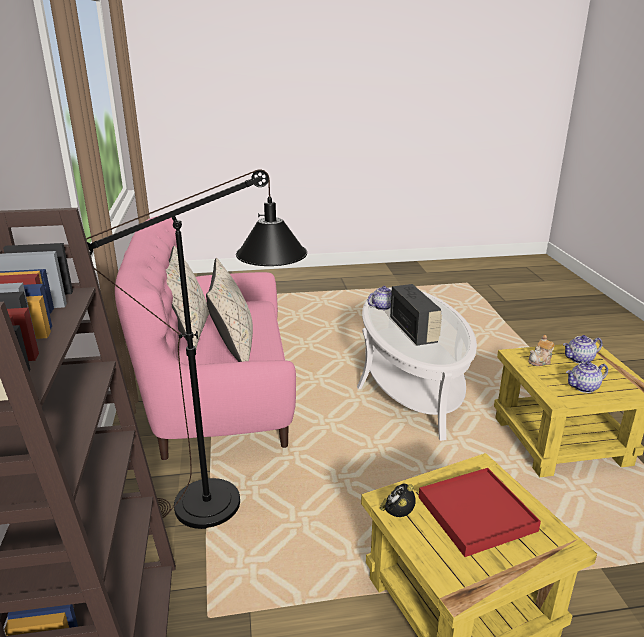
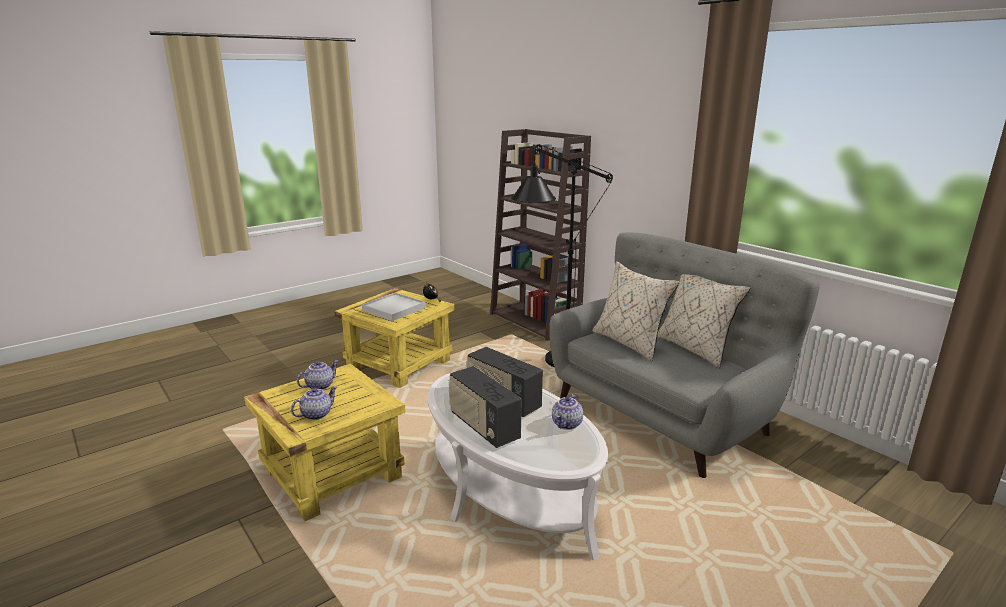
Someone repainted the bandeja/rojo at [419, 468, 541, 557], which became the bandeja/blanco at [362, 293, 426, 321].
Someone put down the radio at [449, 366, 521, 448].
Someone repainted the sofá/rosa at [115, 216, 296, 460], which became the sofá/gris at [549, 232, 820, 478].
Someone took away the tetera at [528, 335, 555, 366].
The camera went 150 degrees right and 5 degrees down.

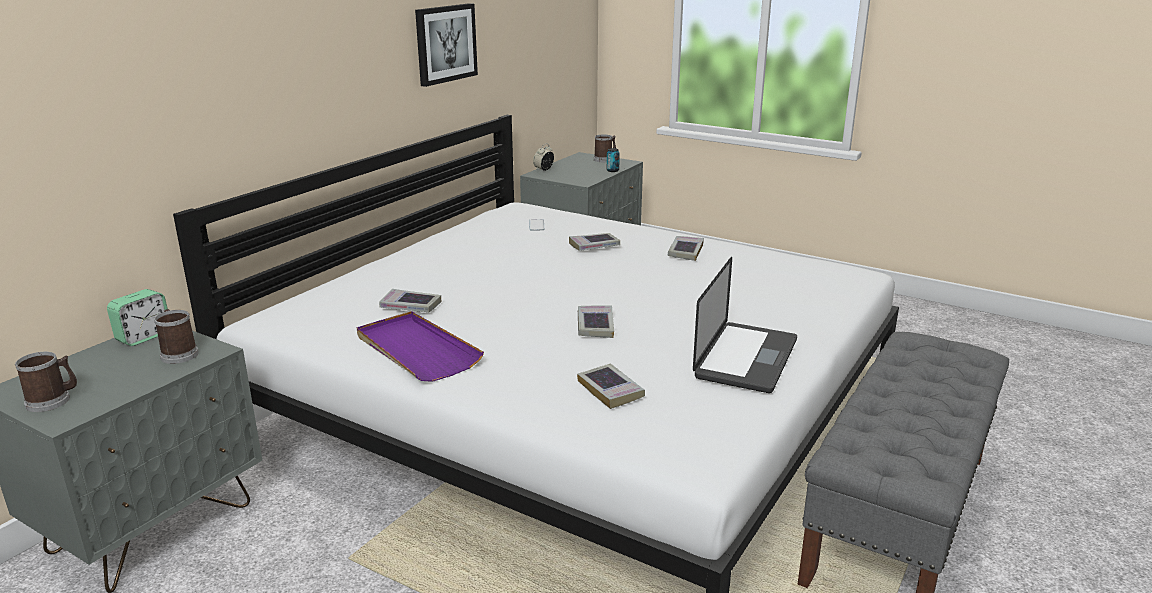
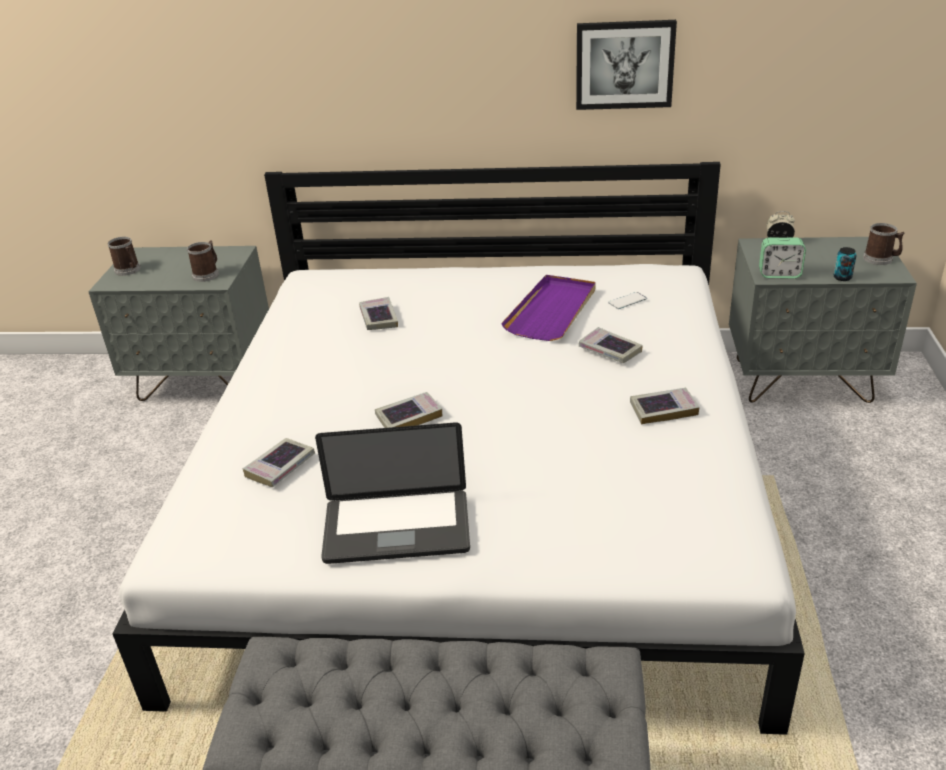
Someone carried the bandeja/morado from [357, 311, 484, 382] to [501, 275, 596, 341].
Someone carried the despertador from [107, 289, 168, 346] to [759, 237, 806, 279].
The camera went 65 degrees right and 10 degrees up.

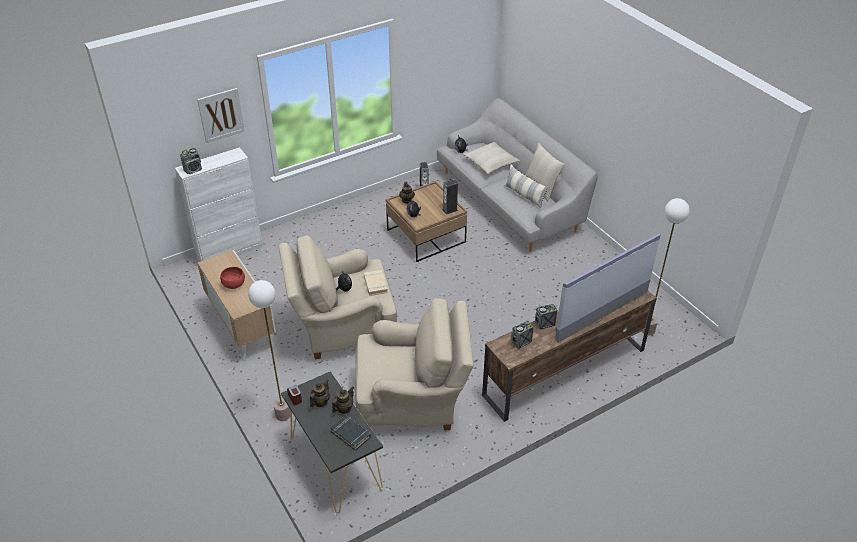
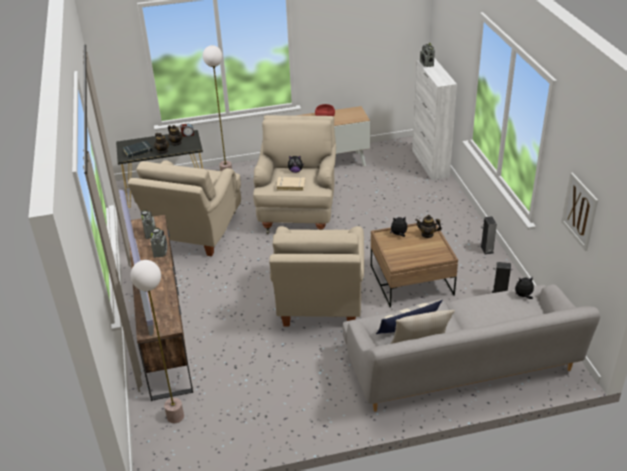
Someone put down the sillón/beis at [269, 226, 364, 327].
Someone carried the altavoz from [442, 179, 458, 215] to [481, 216, 497, 255].
Someone carried the cuadro from [197, 88, 245, 143] to [561, 172, 598, 251].
Someone took away the cojín/beis at [463, 142, 520, 174].
The camera went 110 degrees right and 5 degrees down.

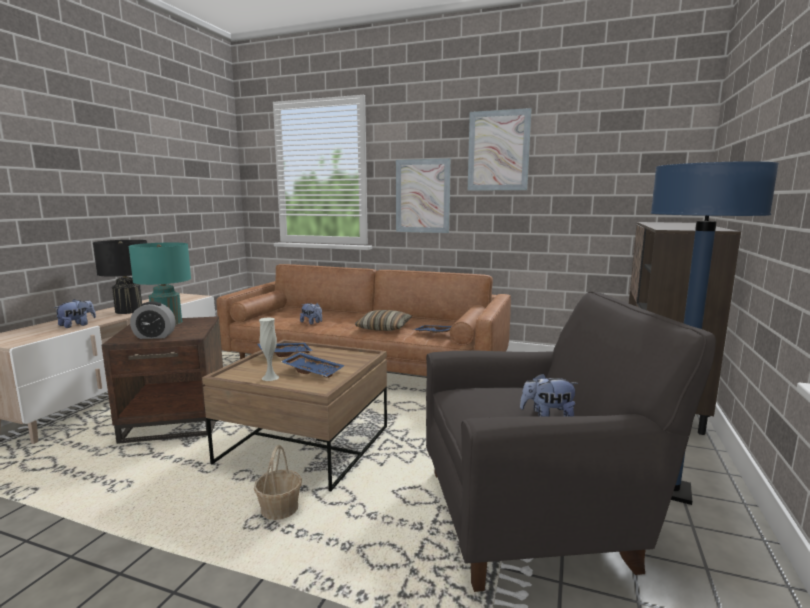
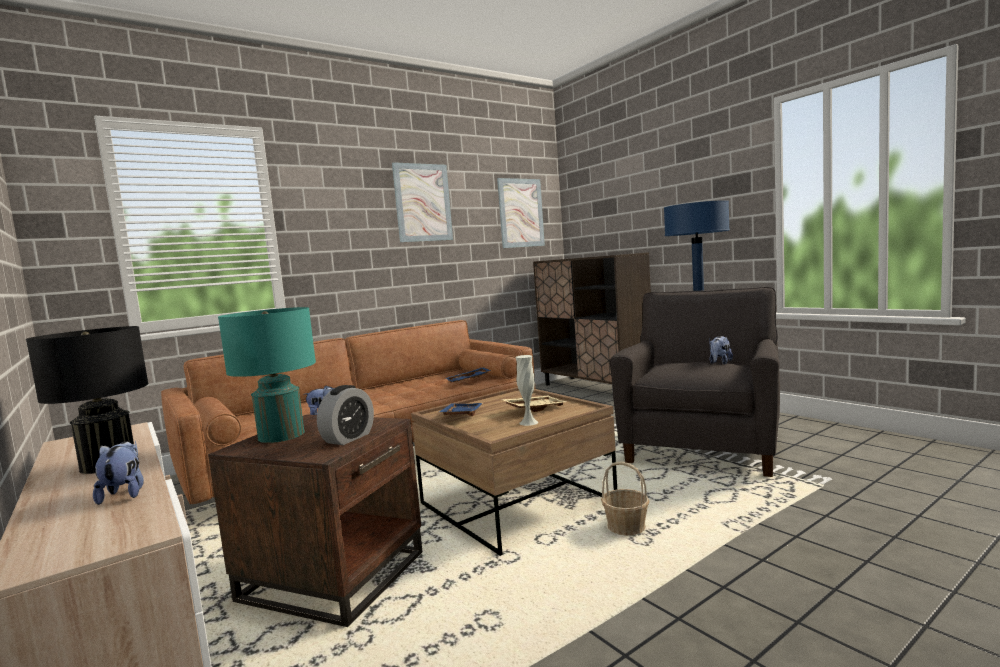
Someone carried the cuadro from [396, 158, 451, 233] to [497, 178, 545, 248].
Someone repainted the bandeja/azul at [281, 352, 345, 378], which became the bandeja/beis at [501, 395, 566, 412].
Someone took away the cojín at [355, 310, 412, 331].
The camera went 55 degrees left and 5 degrees down.

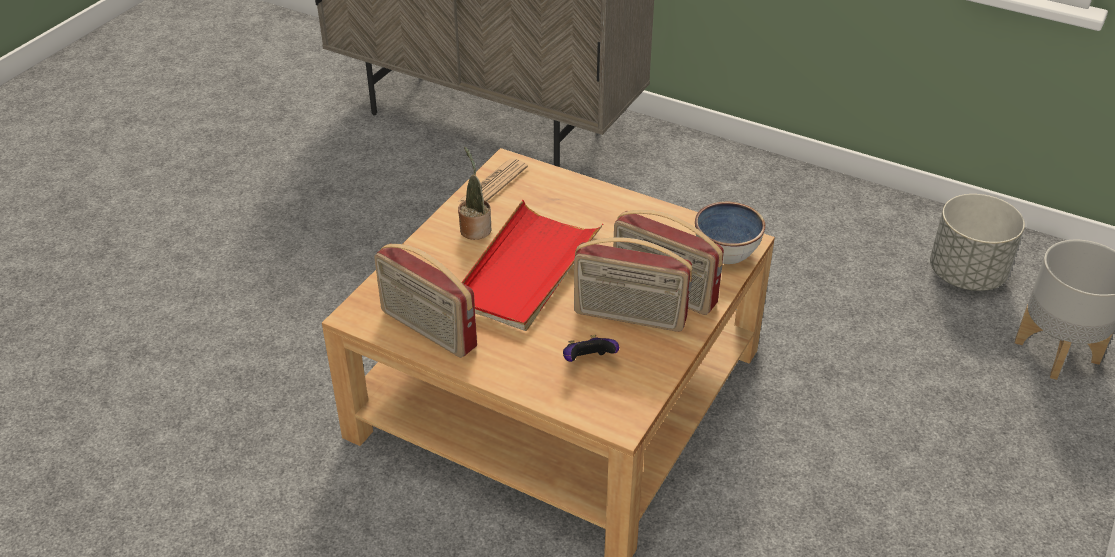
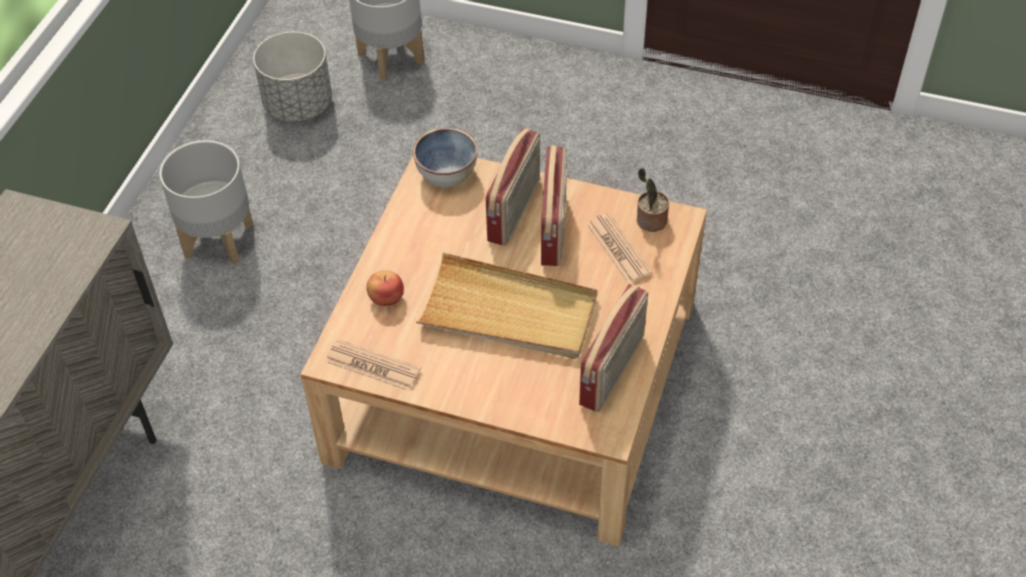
Someone put down the maceta/gris at [159, 140, 254, 265].
Someone put down the manzana at [366, 270, 404, 306].
Someone repainted the bandeja/rojo at [461, 200, 603, 331], which became the bandeja/beis at [416, 253, 597, 359].
Someone swapped the mando de consola at [563, 335, 619, 362] for the periódico at [587, 213, 652, 284].
Someone carried the planta en maceta from [458, 147, 492, 240] to [637, 168, 669, 232].
The camera went 100 degrees left and 10 degrees up.

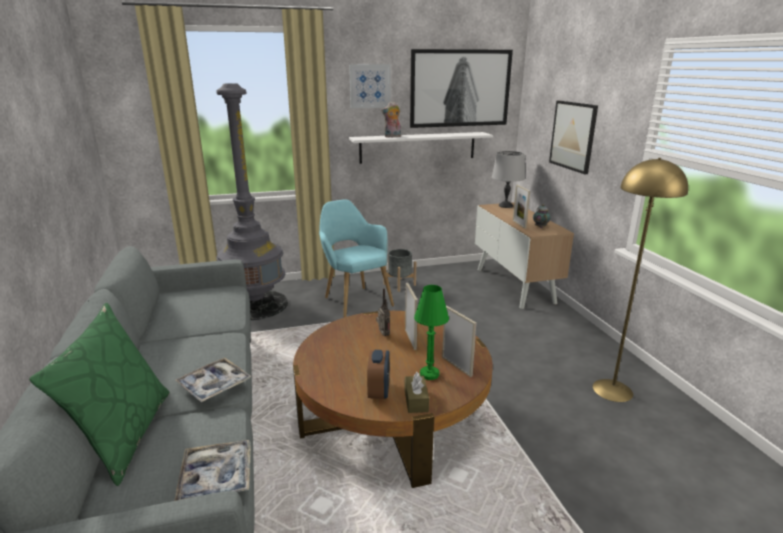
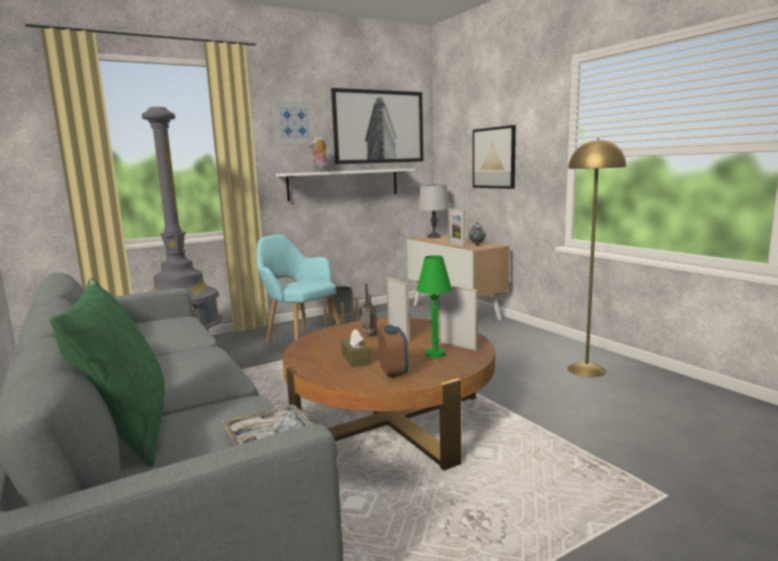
Someone carried the caja de pañuelos/marrón from [405, 372, 429, 413] to [341, 329, 371, 367].
Someone took away the bandeja at [175, 357, 251, 403].
The camera went 15 degrees left and 10 degrees down.

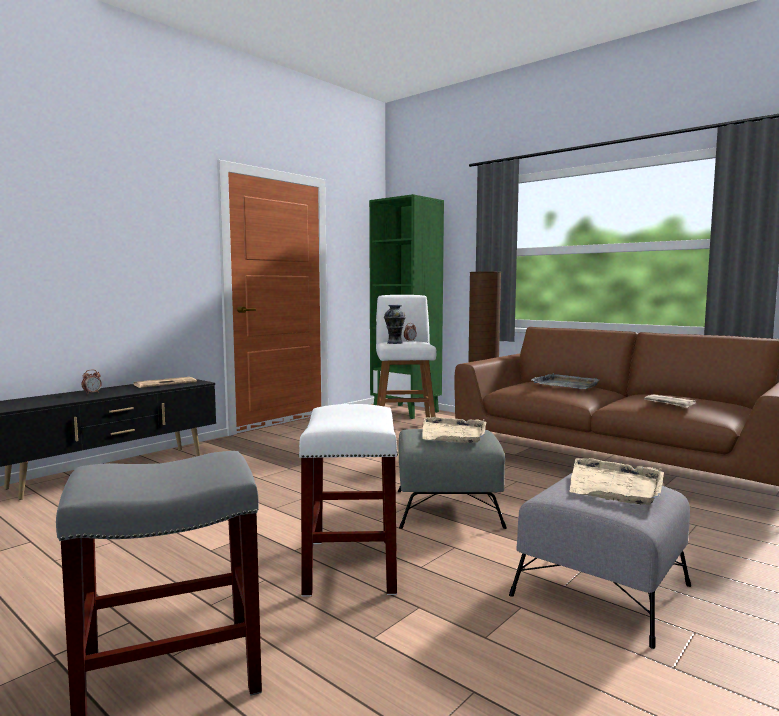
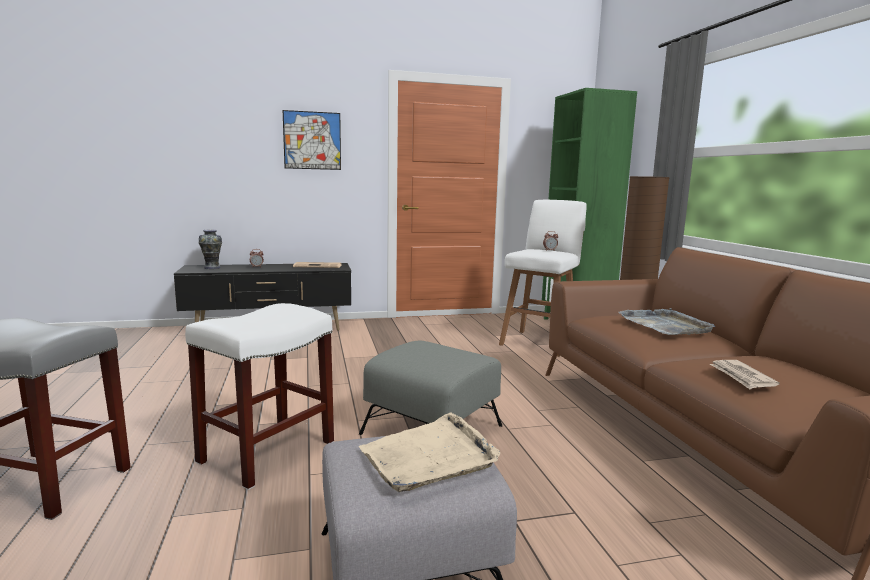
Someone carried the florero from [384, 305, 406, 344] to [198, 230, 222, 269].
Someone put up the cuadro at [283, 110, 341, 170].
Someone took away the bandeja/beis at [422, 417, 486, 443].
The camera went 35 degrees right and 5 degrees up.

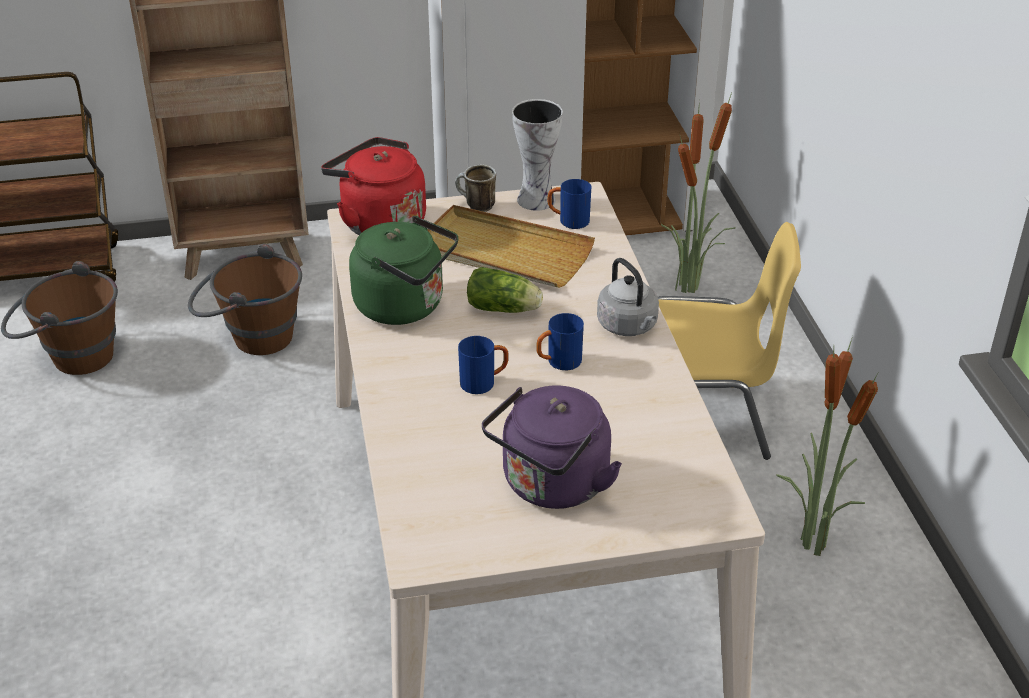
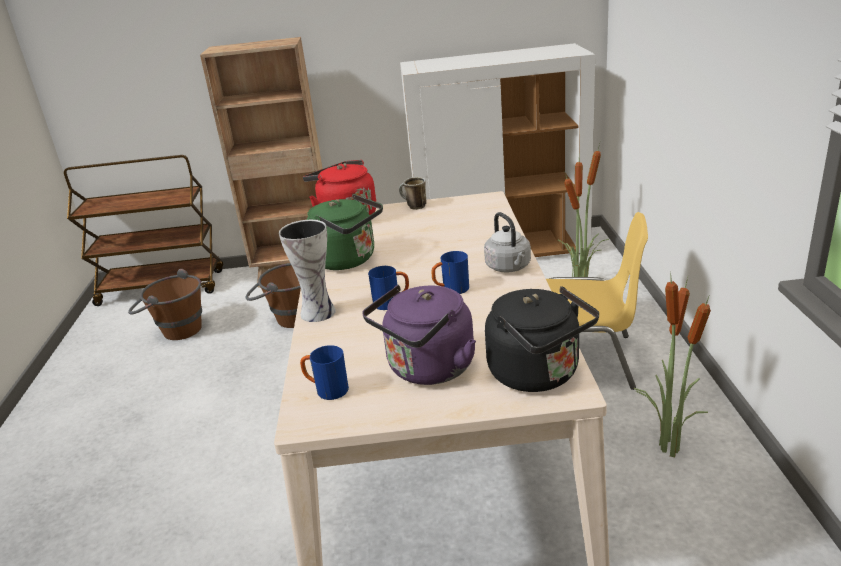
Someone carried the florero from [512, 99, 563, 211] to [279, 220, 336, 322].
Someone carried the taza grande/azul from [548, 179, 591, 229] to [300, 345, 349, 400].
Someone put down the hervidor/negro at [485, 286, 599, 392].
Someone took away the bandeja/beis at [427, 205, 595, 288].
Someone took away the lechuga at [467, 267, 543, 313].
The camera went 10 degrees right and 10 degrees down.

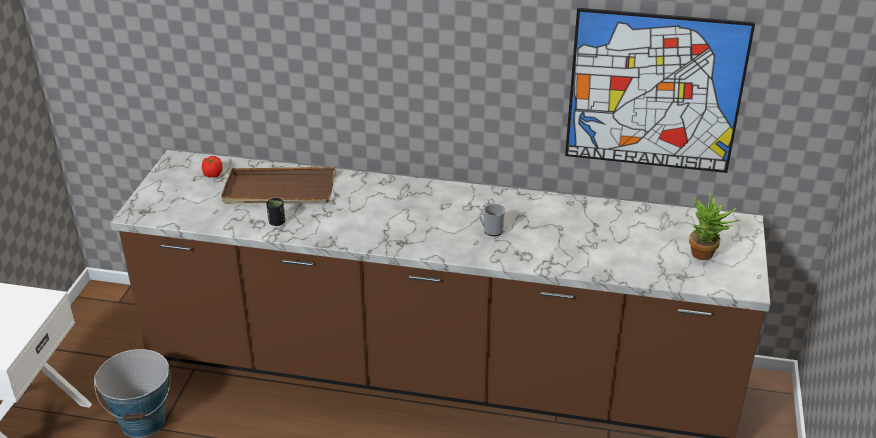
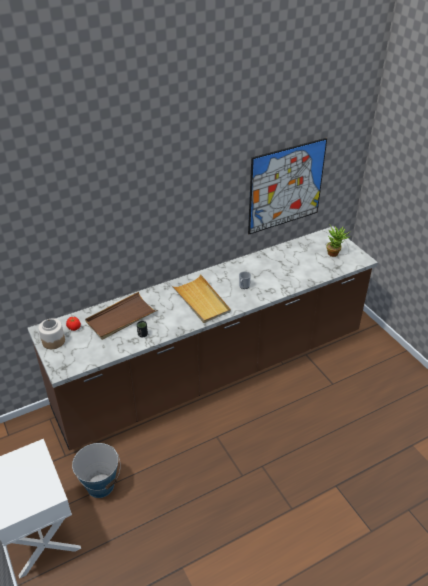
Someone put down the tarro at [38, 319, 65, 349].
Someone put down the bandeja/beis at [171, 274, 231, 323].
The camera went 40 degrees left and 5 degrees up.

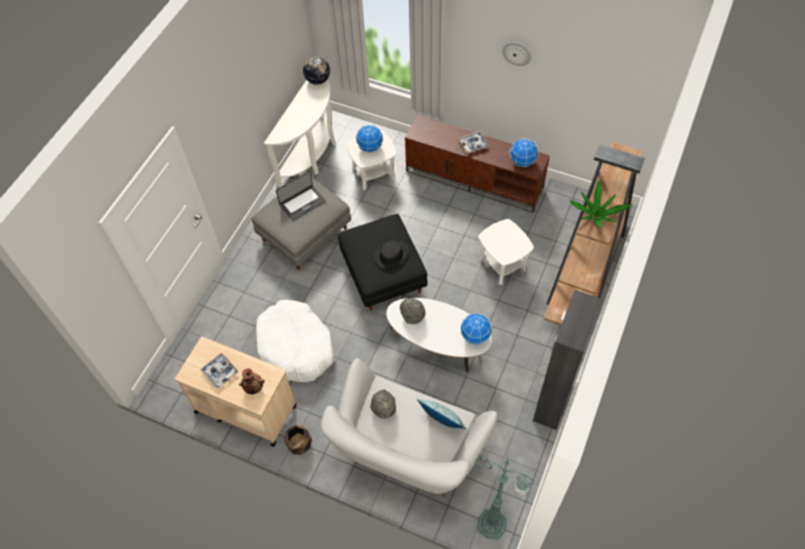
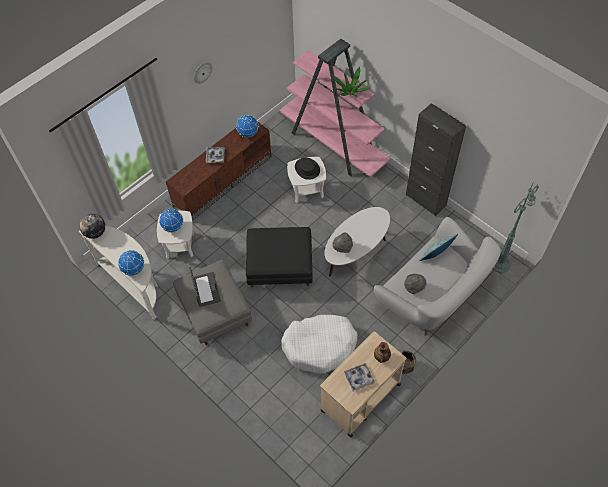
Someone carried the globo terráqueo from [460, 313, 492, 345] to [118, 250, 144, 276].
Someone repainted the estantería/marrón at [544, 142, 645, 325], which became the estantería/rosa at [279, 39, 391, 177].
Someone carried the sombrero/negro from [374, 239, 408, 269] to [295, 158, 320, 180].
The camera went 70 degrees left and 0 degrees up.

